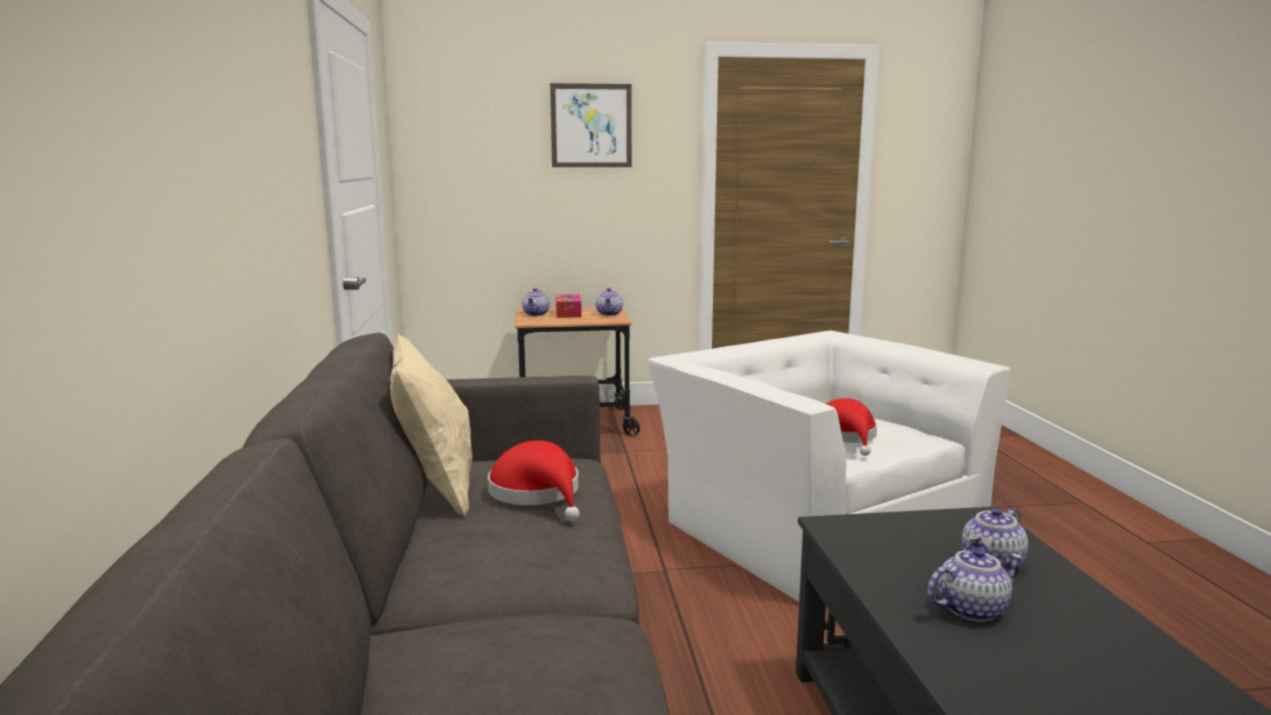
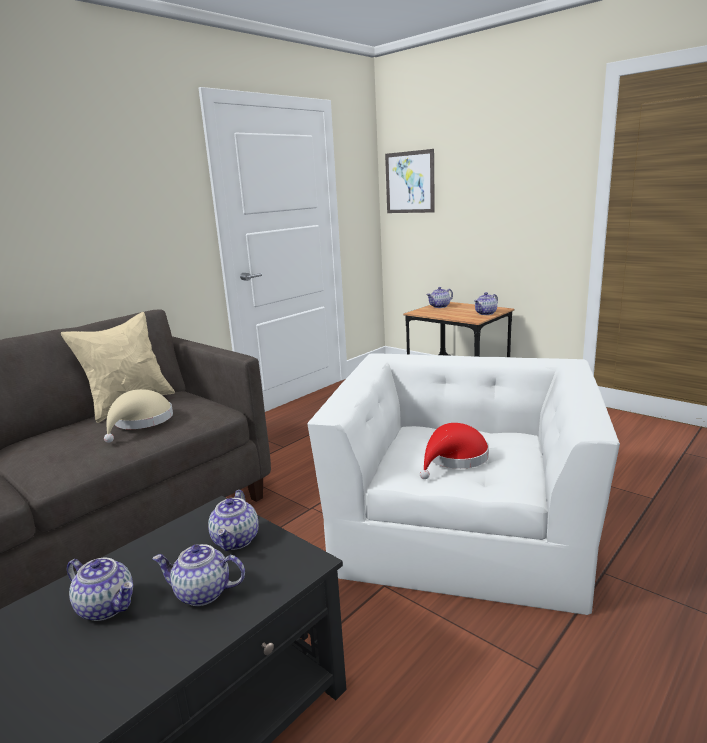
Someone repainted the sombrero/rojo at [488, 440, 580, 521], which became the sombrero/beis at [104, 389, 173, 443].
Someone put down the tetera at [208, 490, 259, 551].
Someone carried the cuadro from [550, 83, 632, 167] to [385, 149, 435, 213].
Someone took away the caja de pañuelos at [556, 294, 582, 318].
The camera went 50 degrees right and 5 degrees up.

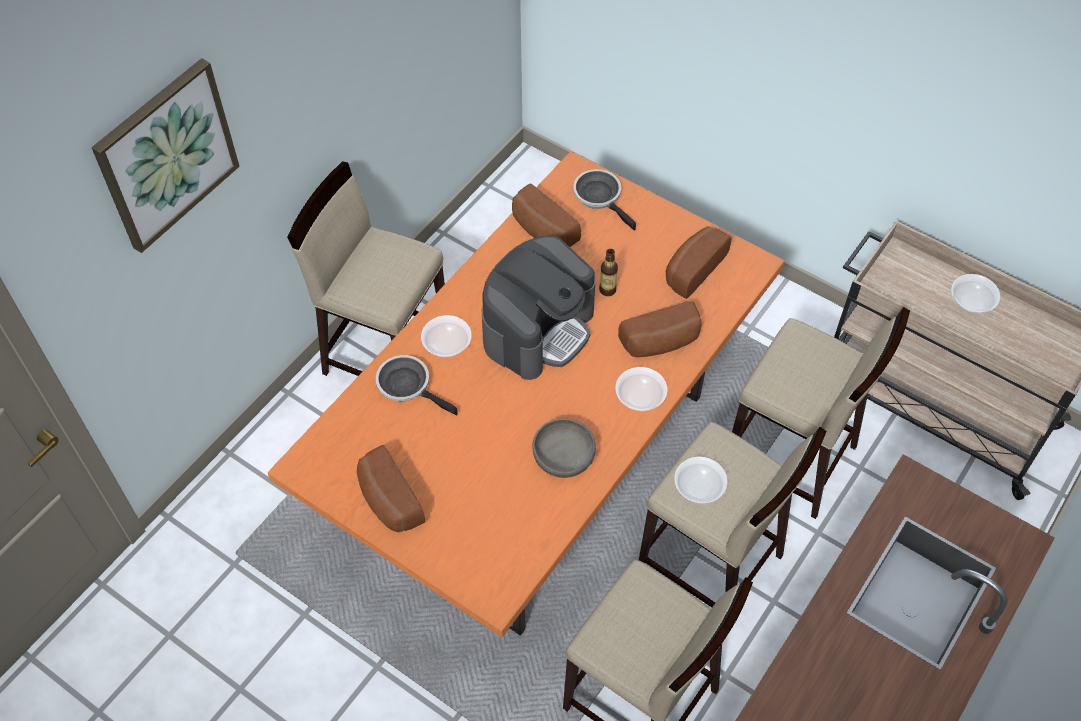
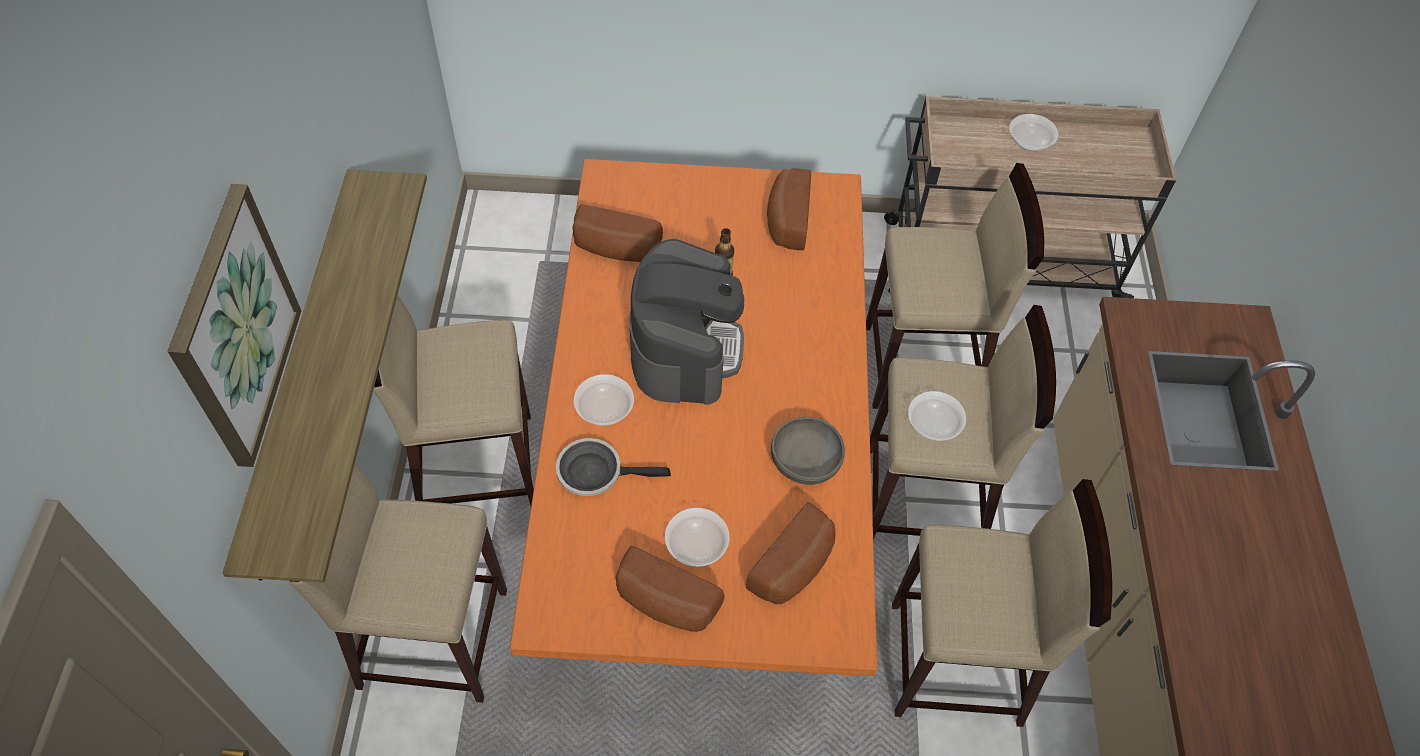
Someone put up the estante at [223, 169, 427, 583].
Someone put down the taburete/beis at [289, 462, 507, 703].
Someone carried the cuenco from [615, 367, 667, 411] to [665, 508, 730, 567].
Someone carried the pan from [618, 301, 702, 357] to [746, 502, 836, 604].
Someone took away the sartén at [573, 169, 636, 231].
The camera went 35 degrees left and 0 degrees up.

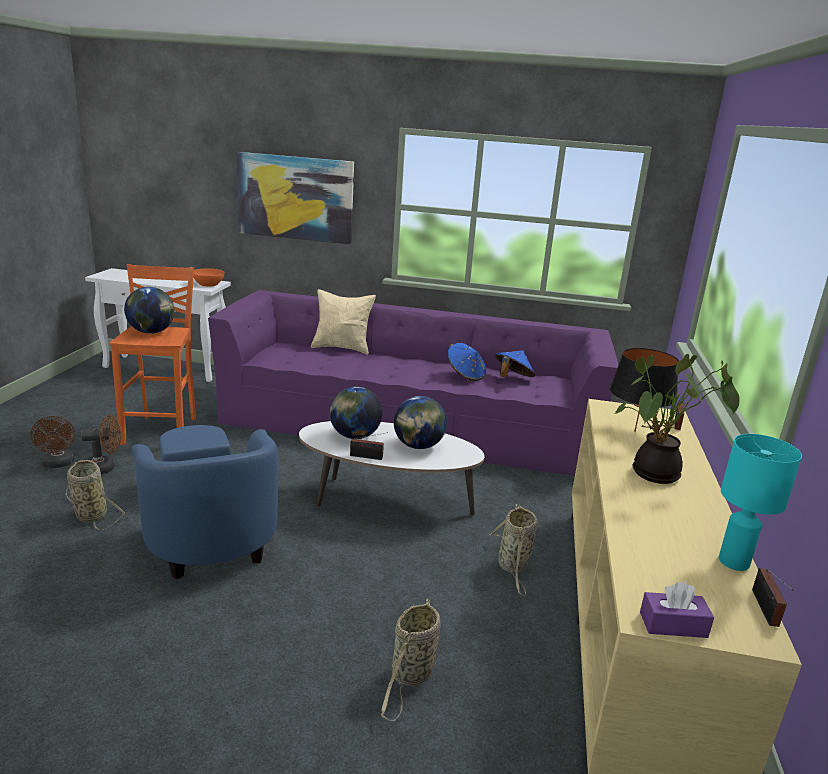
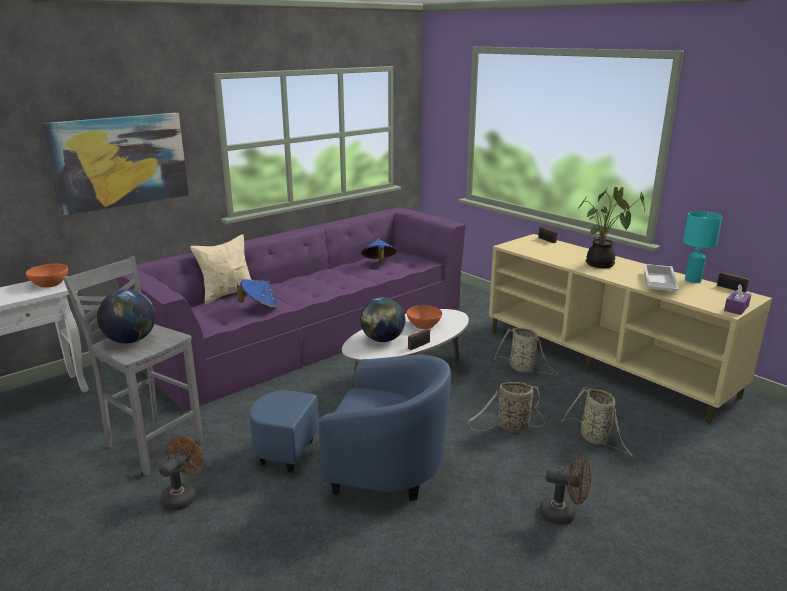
Someone repainted the taburete/naranja at [109, 264, 196, 445], which became the taburete/gris at [63, 256, 203, 476].
Someone carried the sombrero/azul from [448, 343, 486, 381] to [237, 279, 278, 309].
Someone swapped the globo terráqueo at [394, 396, 447, 449] for the cuenco/naranja at [407, 305, 442, 329].
Someone carried the cesta from [66, 460, 126, 530] to [467, 382, 546, 433].
Someone carried the ventilador/marrón from [30, 416, 75, 468] to [540, 456, 591, 525].
Someone put down the bandeja/blanco at [644, 264, 679, 291].
Someone took away the lámpara de mesa/negro at [610, 348, 679, 432].
The camera went 50 degrees left and 0 degrees up.

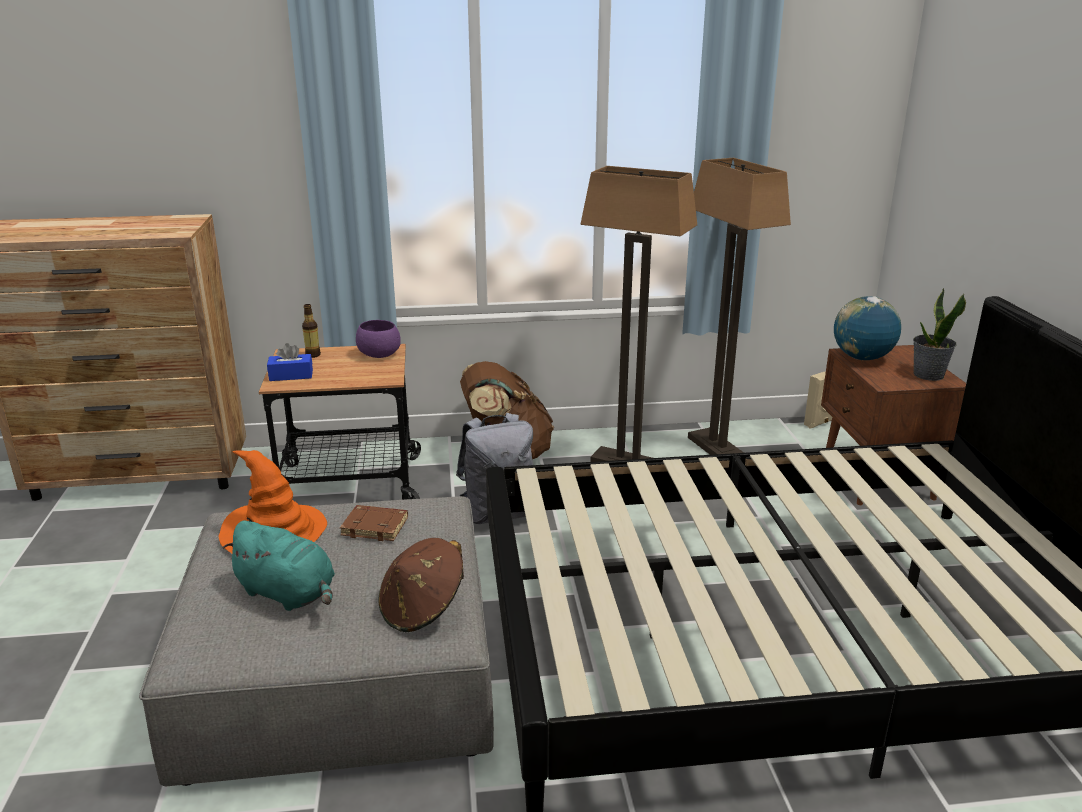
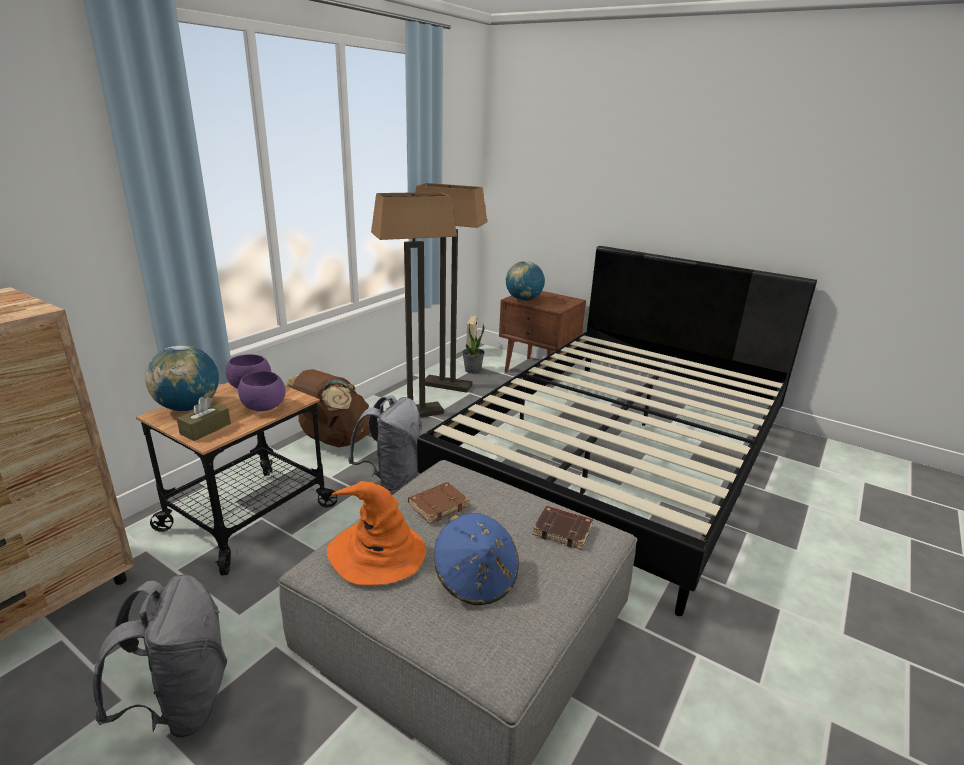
Someone put down the mochila/gris at [93, 575, 227, 738].
Someone swapped the botella at [302, 304, 321, 358] for the globo terráqueo at [145, 345, 219, 411].
Someone repainted the caja de pañuelos/azul at [267, 343, 313, 381], which became the caja de pañuelos/marrón at [177, 397, 231, 441].
Someone put down the cuenco/morado at [238, 371, 286, 411].
Someone swapped the peluche/turquesa at [223, 520, 335, 611] for the sombrero/azul at [434, 513, 519, 605].
Someone carried the planta en maceta from [913, 288, 966, 381] to [462, 323, 485, 374].
Someone swapped the sombrero/marrón at [378, 538, 464, 632] for the libro/marrón at [533, 506, 593, 550].
The camera went 50 degrees left and 0 degrees up.

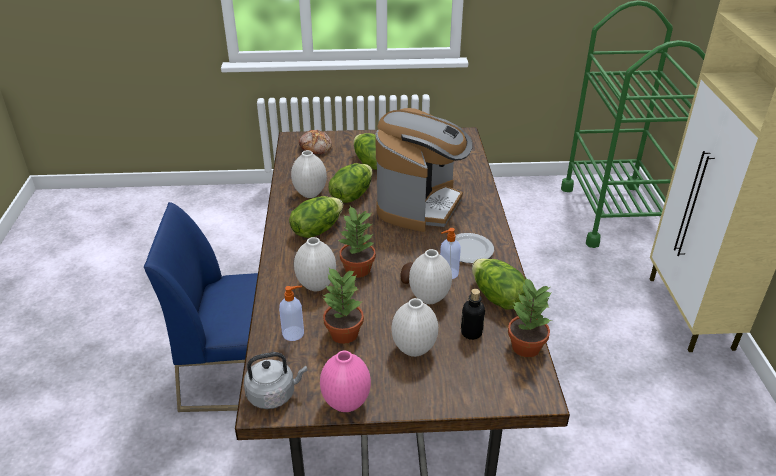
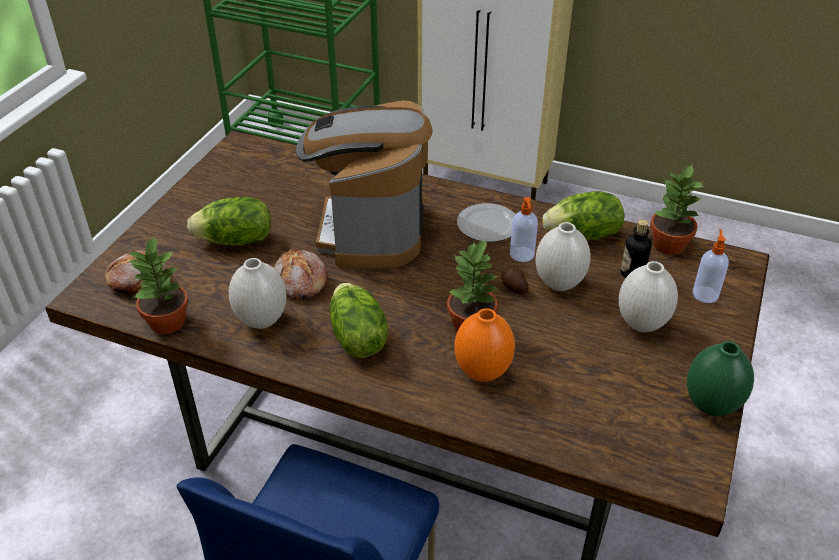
Someone carried the planta en maceta from [323, 268, 364, 344] to [128, 235, 189, 334].
Someone swapped the lechuga at [329, 163, 373, 203] for the pan at [274, 248, 328, 300].
Someone rotated the cafetera at [375, 108, 472, 232] by 135 degrees counterclockwise.
Someone repainted the florero/blanco at [294, 237, 336, 291], which became the florero/naranja at [454, 308, 515, 382].
Someone repainted the florero/rosa at [320, 350, 371, 412], which became the florero/verde at [687, 341, 754, 416].
Someone carried the dispensador de jabón from [279, 286, 304, 341] to [692, 229, 729, 303].
Someone took away the hervidor/gris at [244, 352, 307, 409].
The camera went 65 degrees left and 5 degrees up.

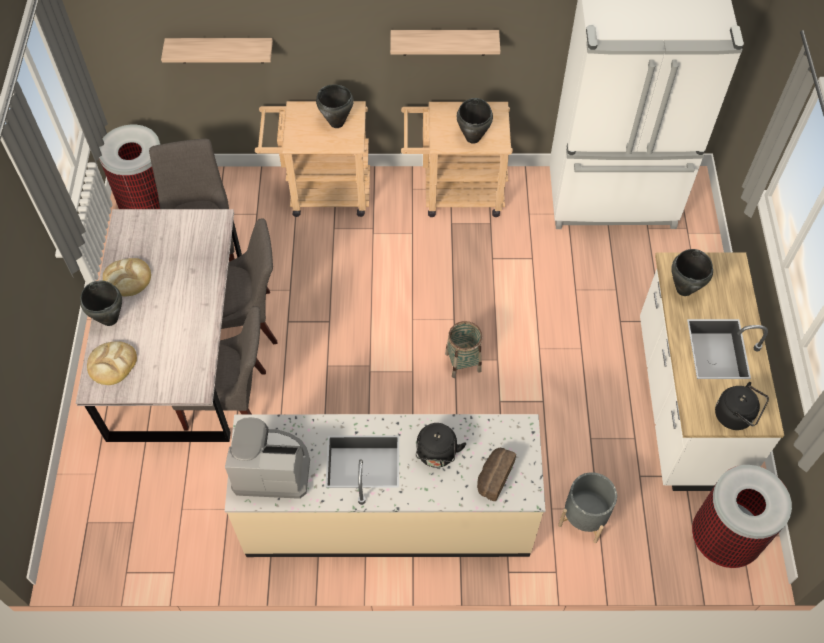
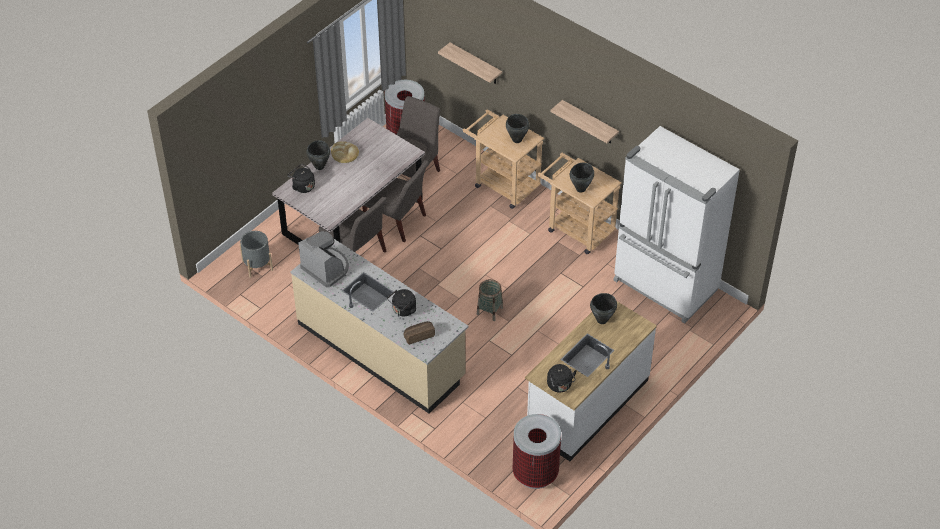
Someone carried the maceta/gris from [558, 472, 617, 543] to [240, 231, 273, 278].
Someone swapped the pan at [87, 341, 137, 385] for the hervidor/negro at [288, 164, 315, 193].
The camera went 40 degrees right and 10 degrees down.

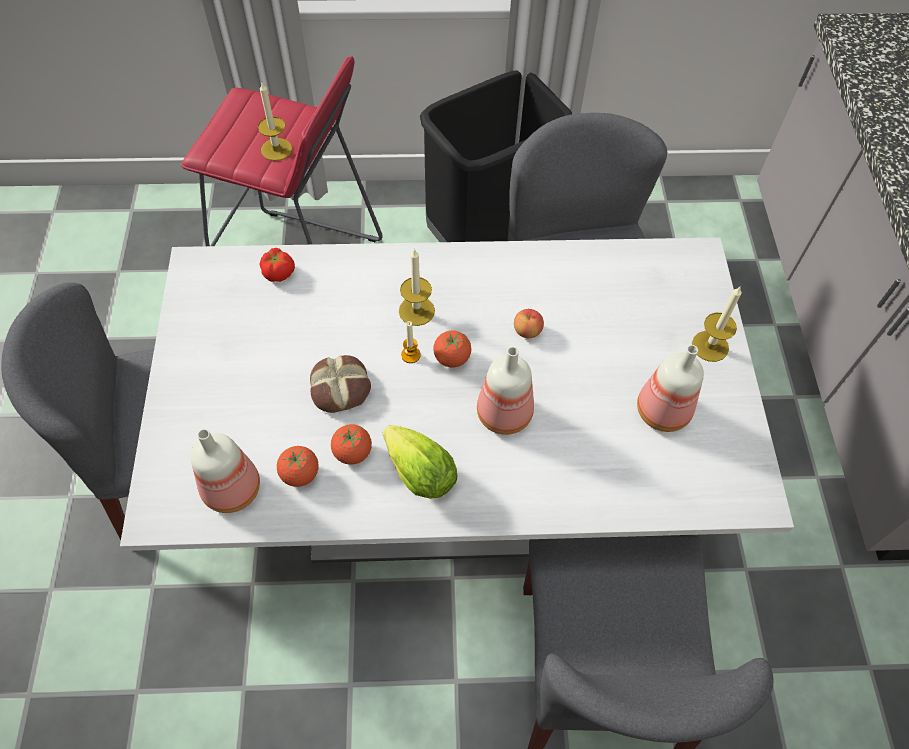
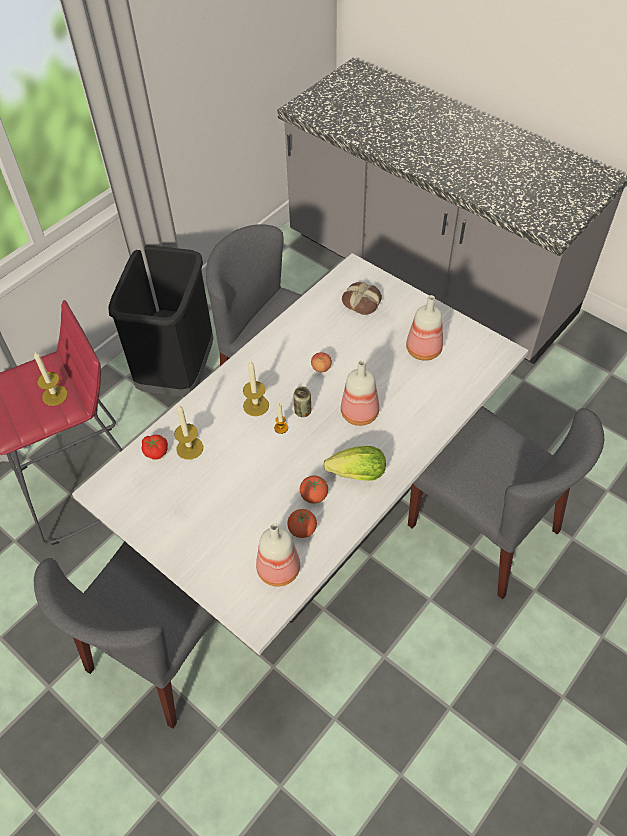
Someone carried the vela from [692, 287, 742, 362] to [174, 405, 203, 460].
Someone swapped the tomate at [433, 330, 471, 368] for the lata at [294, 387, 311, 417].
Someone carried the pan from [310, 355, 371, 413] to [342, 282, 382, 315].
The camera went 45 degrees left and 5 degrees down.

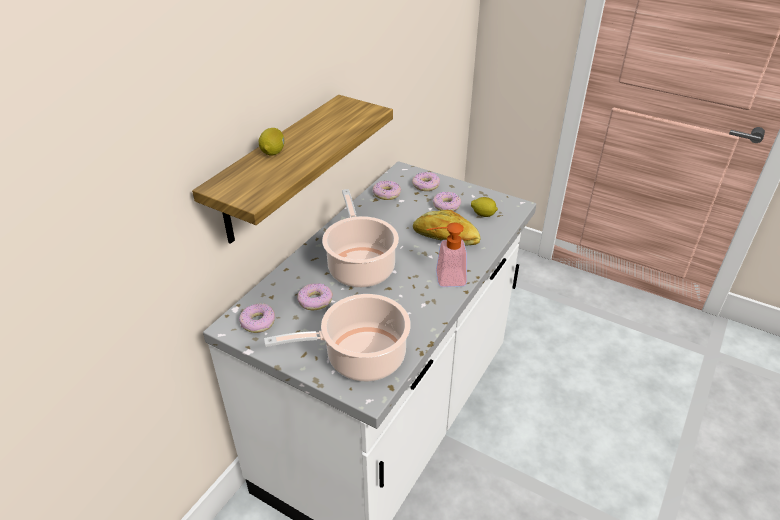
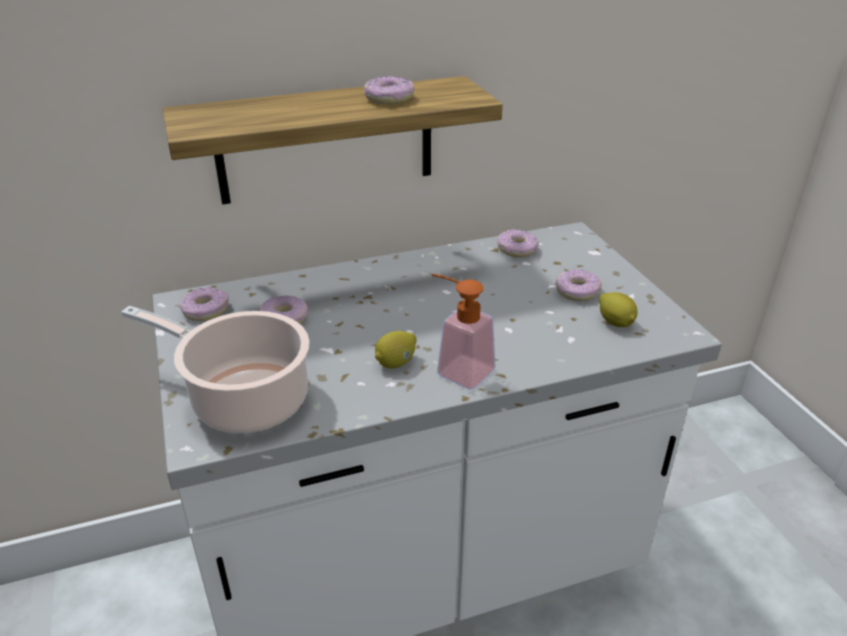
Someone carried the rosquilla from [412, 172, 440, 191] to [364, 76, 415, 104].
Someone carried the limón from [259, 128, 285, 155] to [375, 331, 417, 369].
Someone took away the olla at [322, 189, 399, 288].
Someone took away the pan at [413, 210, 480, 245].
The camera went 40 degrees right and 5 degrees down.

